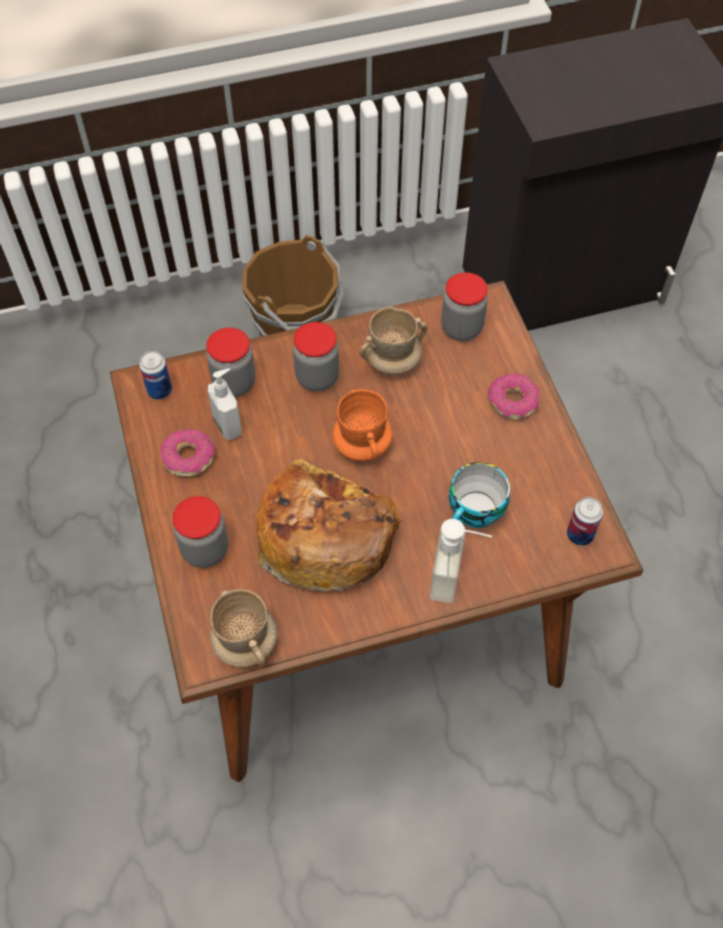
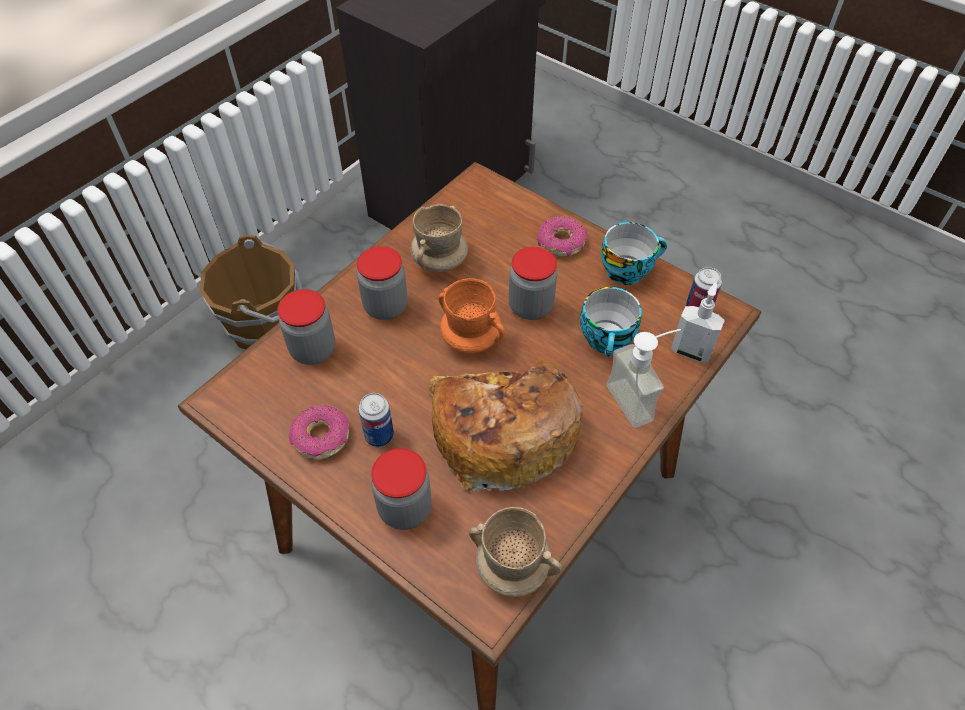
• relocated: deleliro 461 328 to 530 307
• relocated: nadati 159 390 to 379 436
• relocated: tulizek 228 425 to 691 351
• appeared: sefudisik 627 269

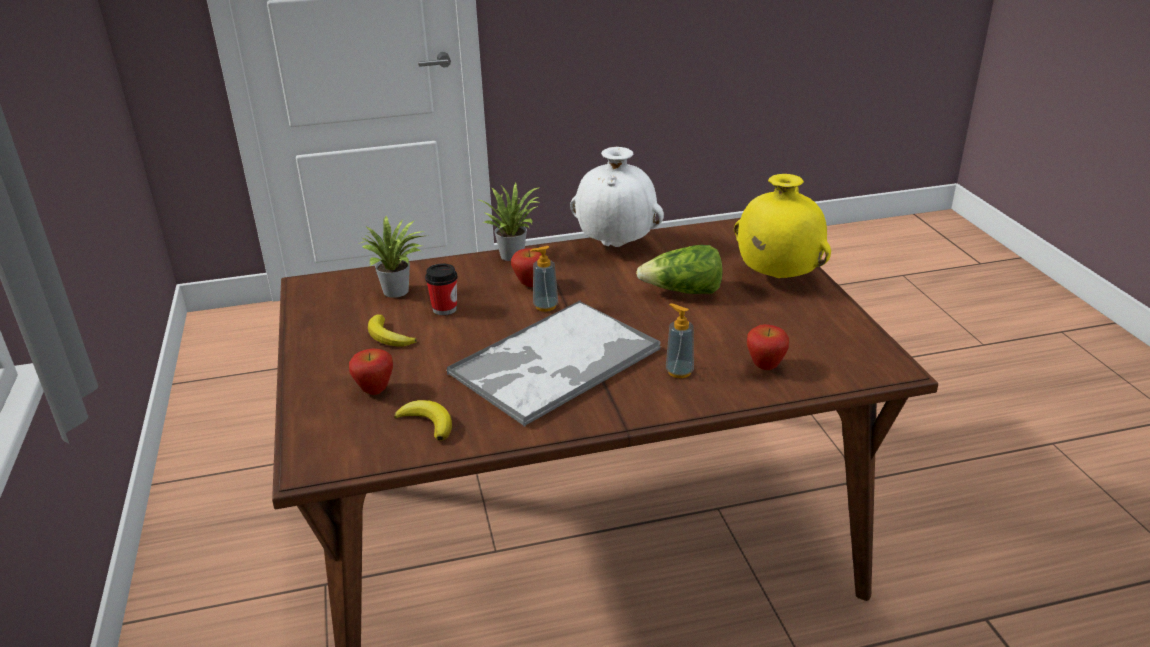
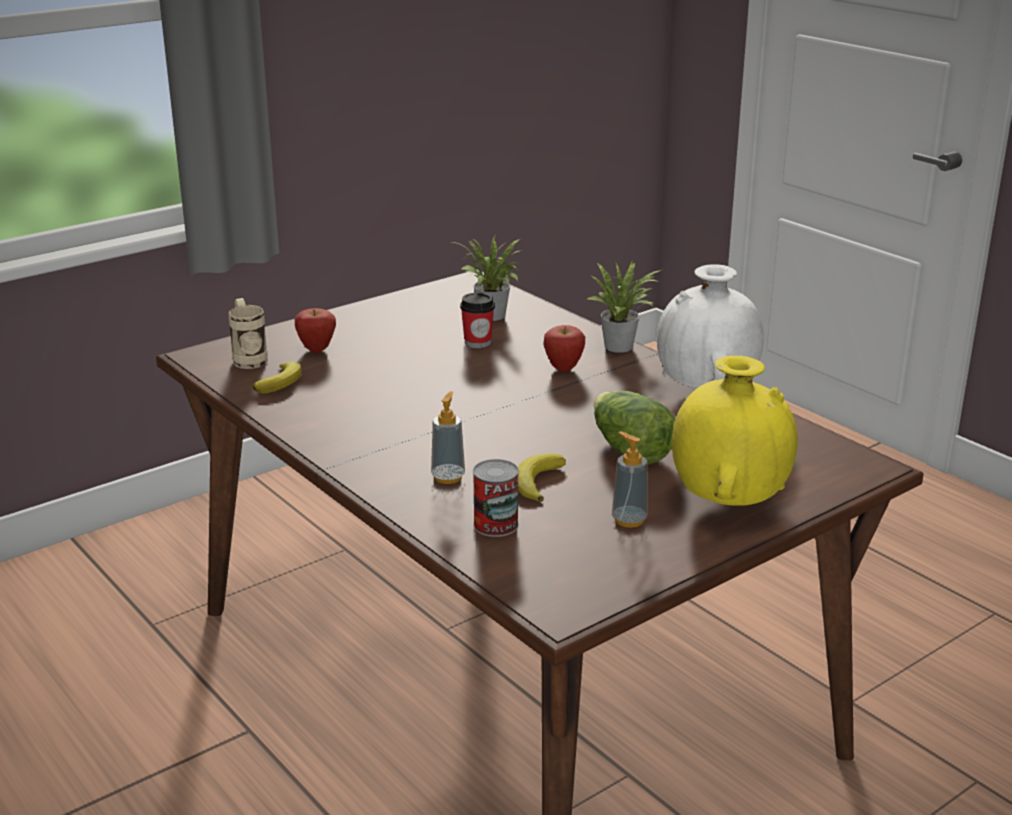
• relocated: tulizek 545 306 to 629 520
• missing: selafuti 553 363
• relocated: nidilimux 388 336 to 537 481
• exchanged: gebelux 765 367 to nadati 496 525
• appeared: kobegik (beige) 248 358

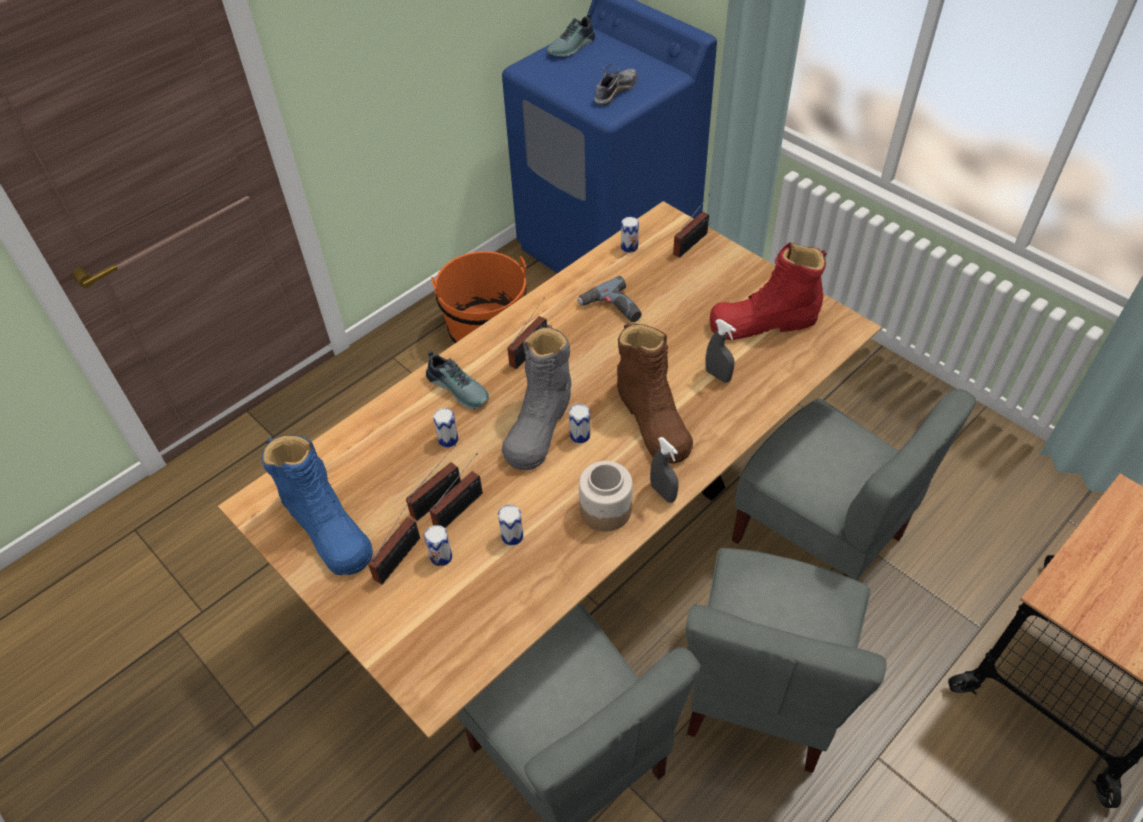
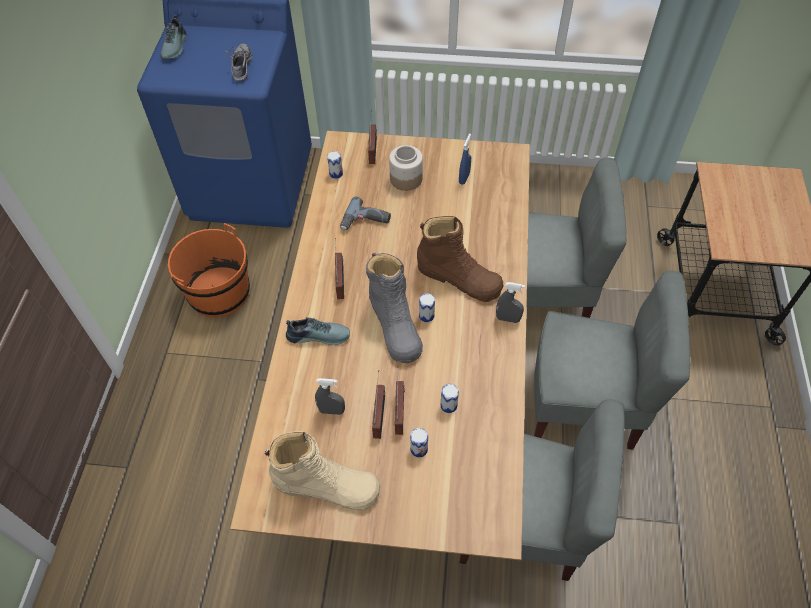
• exchanged: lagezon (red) 763 322 to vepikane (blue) 464 178
• relocated: vepikane (grey) 717 375 to 331 411
• missing: nadati 448 439
• colour: lagezon (blue) 327 529 to lagezon (beige) 327 486
• relocated: deleliro 605 509 to 405 179
• missing: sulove 400 556
• spun: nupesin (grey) 762 690 = 584 404 60 degrees counterclockwise

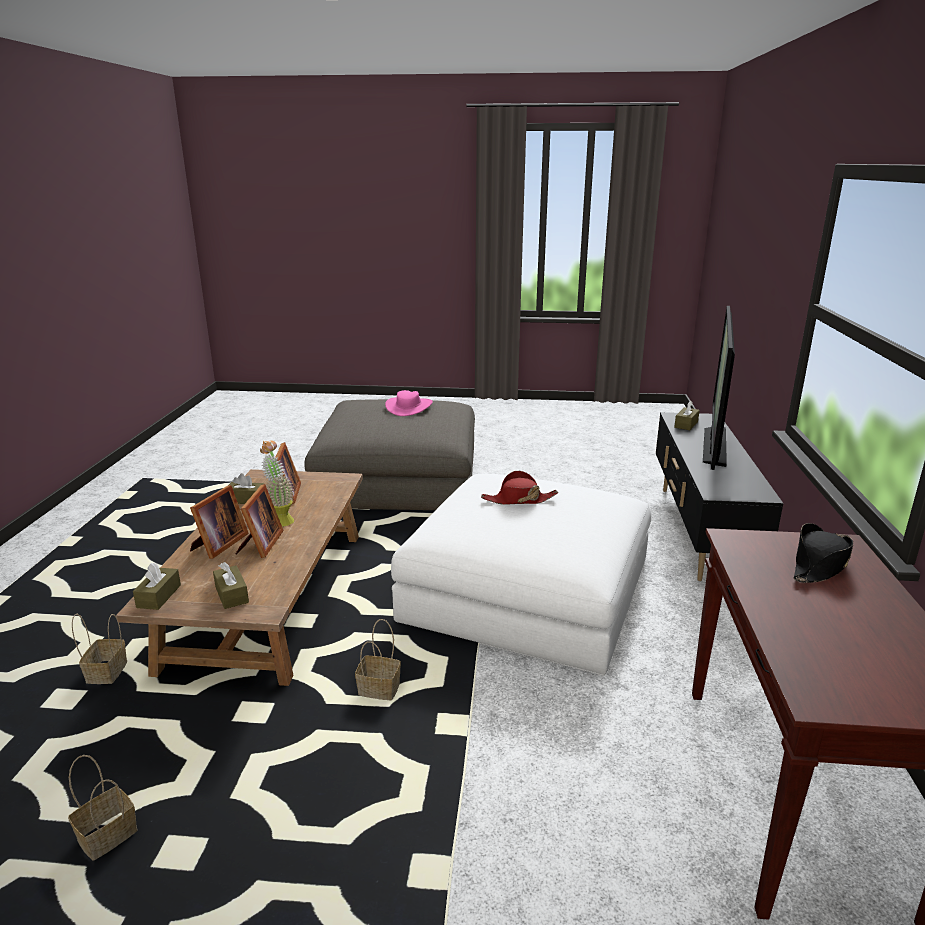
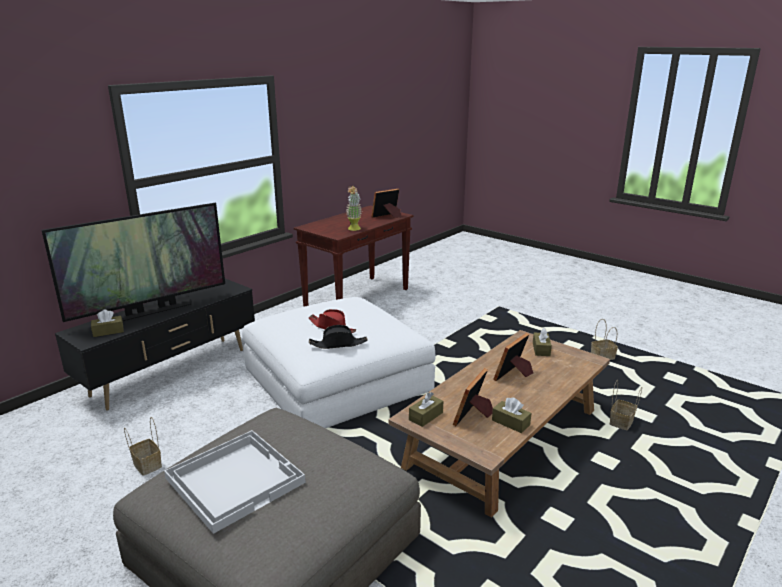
• exchanged: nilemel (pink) 409 407 to selafuti (white) 235 479
• relocated: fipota 280 519 to 354 230
• relocated: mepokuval 218 545 to 387 216
• relocated: nilemel (black) 820 564 to 338 344
• relocated: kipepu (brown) 159 596 to 426 416
• relocated: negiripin 380 689 to 146 465

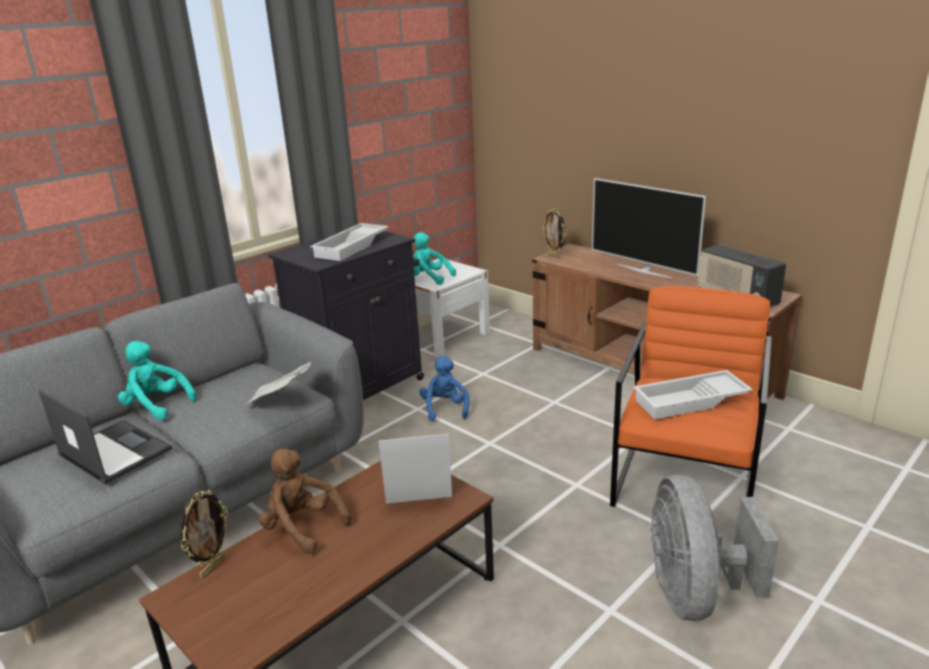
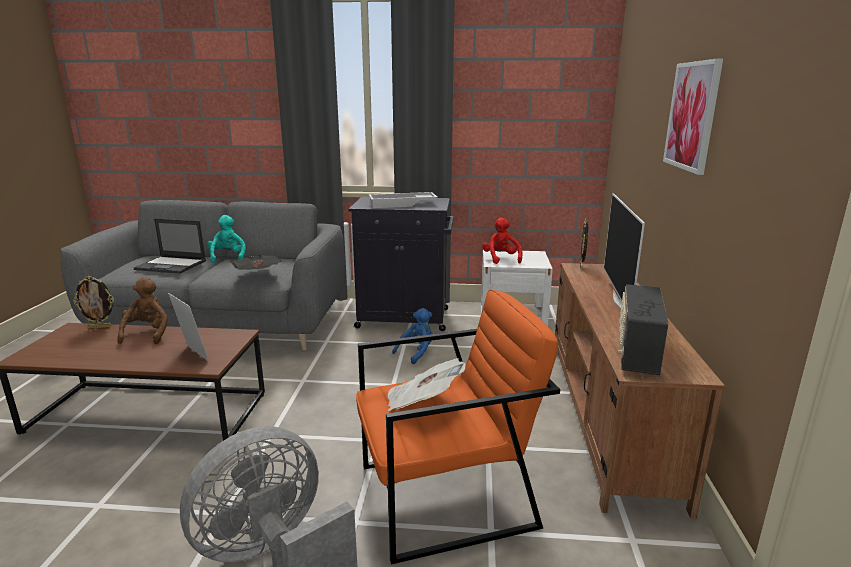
• colour: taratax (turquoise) 429 279 to taratax (red) 501 259
• exchanged: selafuti (white) 691 401 to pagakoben 422 403
• spun: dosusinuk 114 451 = 171 265 105 degrees clockwise
• appeared: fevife 692 116

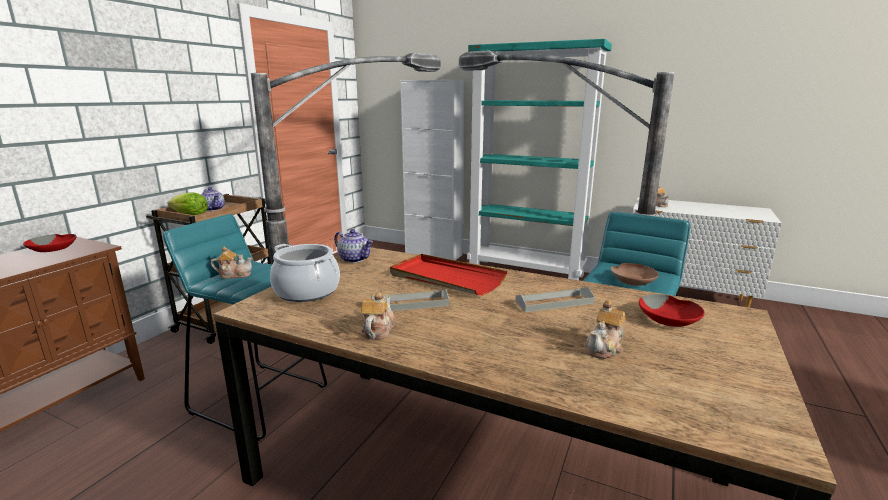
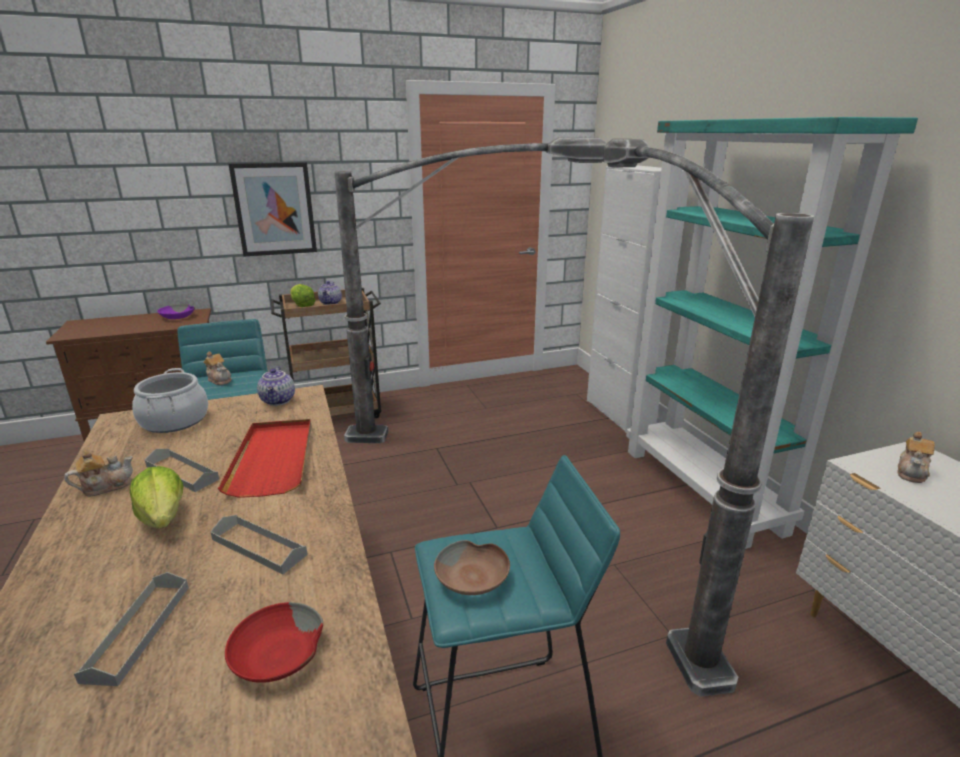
• colour: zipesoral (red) 53 248 to zipesoral (purple) 177 316
• exchanged: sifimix 604 348 to selafuti (grey) 138 631
• appeared: fevife 274 209
• appeared: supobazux 163 517

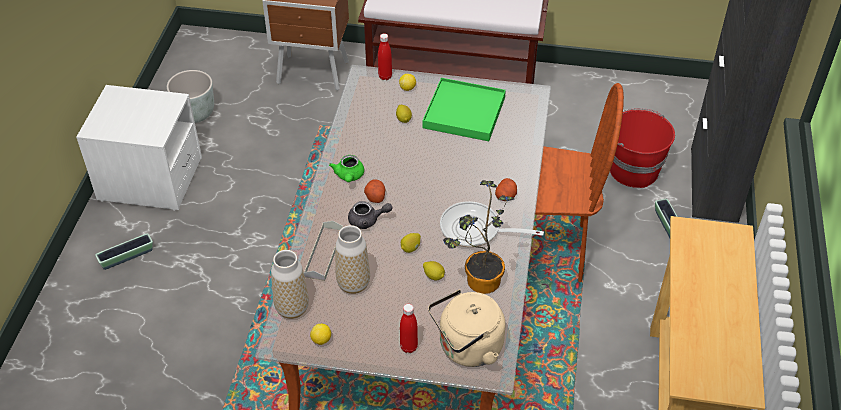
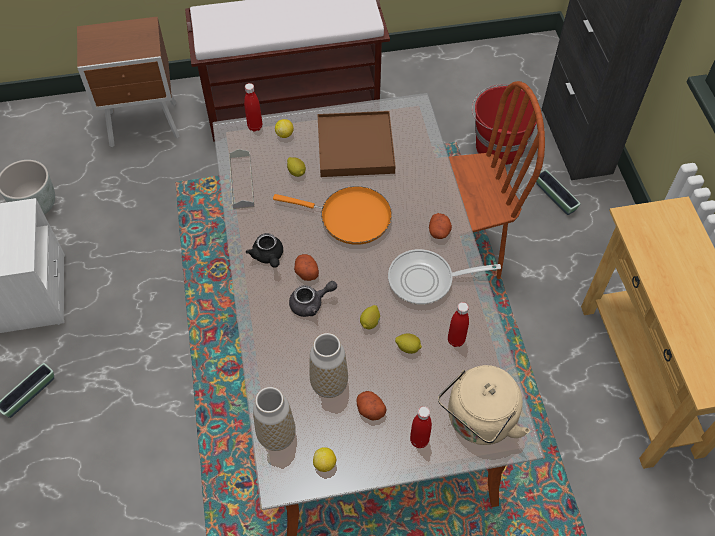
• colour: selafuti (green) 464 112 to selafuti (brown) 355 147
• colour: sifimix (green) 349 176 to sifimix (black) 268 257
• exchanged: fipota 478 282 to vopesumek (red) 456 340
• relocated: selafuti (grey) 324 253 to 241 181
• appeared: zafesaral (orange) 350 217
• appeared: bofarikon 370 409

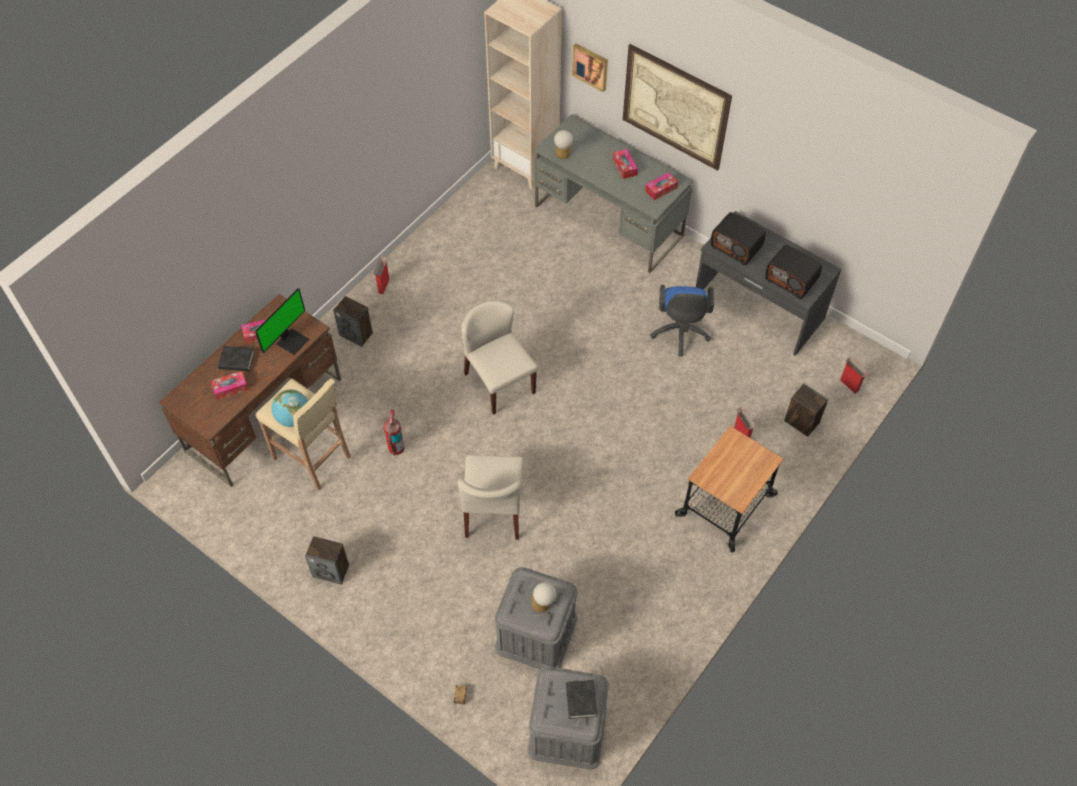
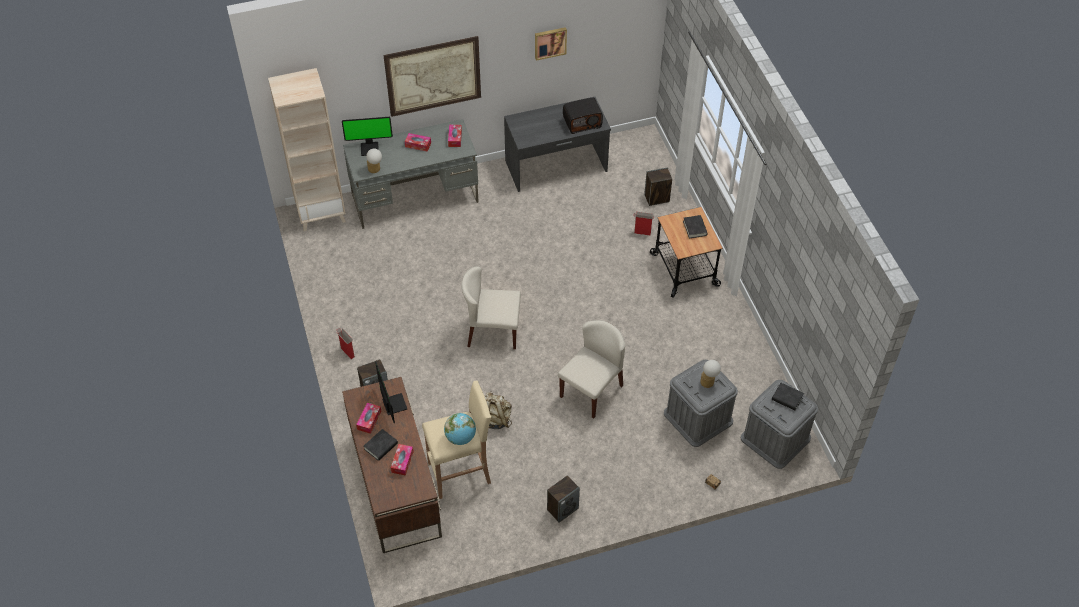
• relocated: fevife 591 66 to 550 42
• missing: sulove 736 247
• missing: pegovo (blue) 680 334
• missing: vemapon 849 385
• exchanged: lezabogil 396 448 to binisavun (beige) 495 419
• spun: nupesin (beige) 494 511 = 591 390 90 degrees counterclockwise
• appeared: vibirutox 370 148
• appeared: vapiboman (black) 695 228

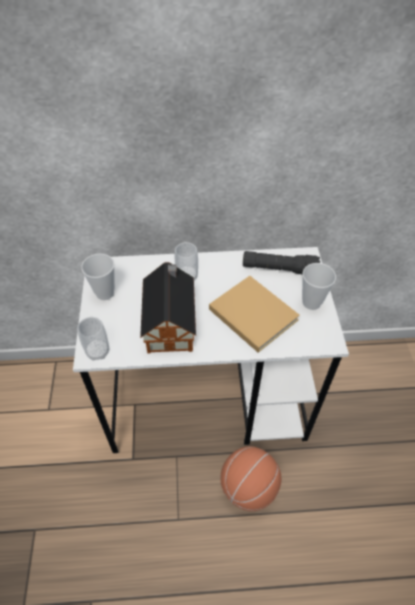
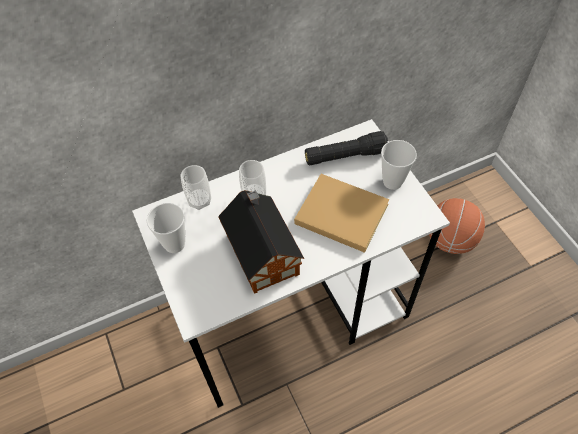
• relocated: sefudisik 98 351 to 199 200
• relocated: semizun 249 487 to 450 239

